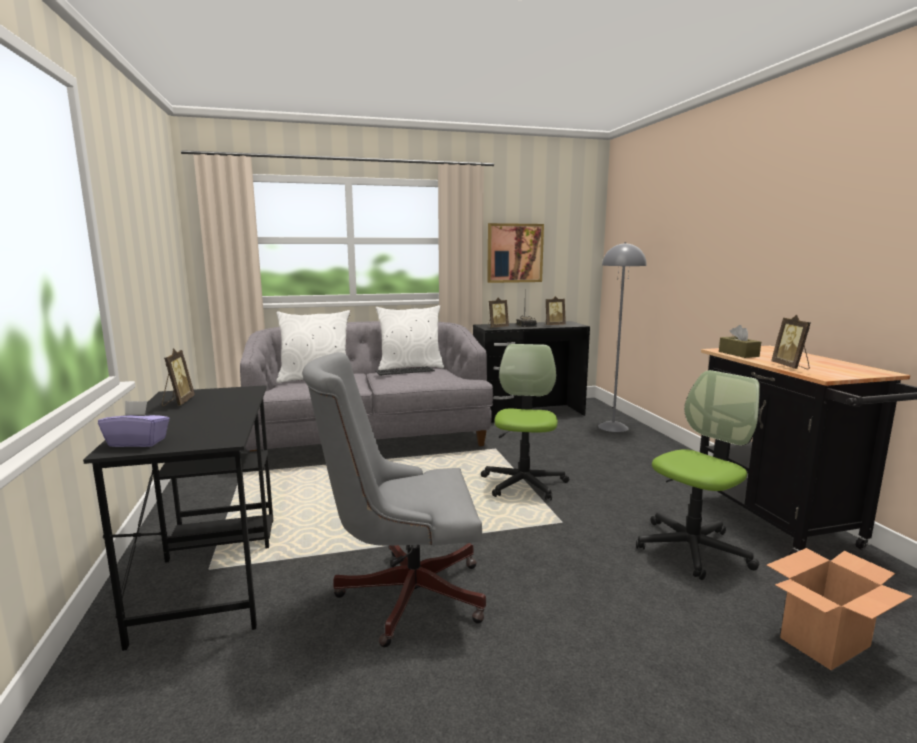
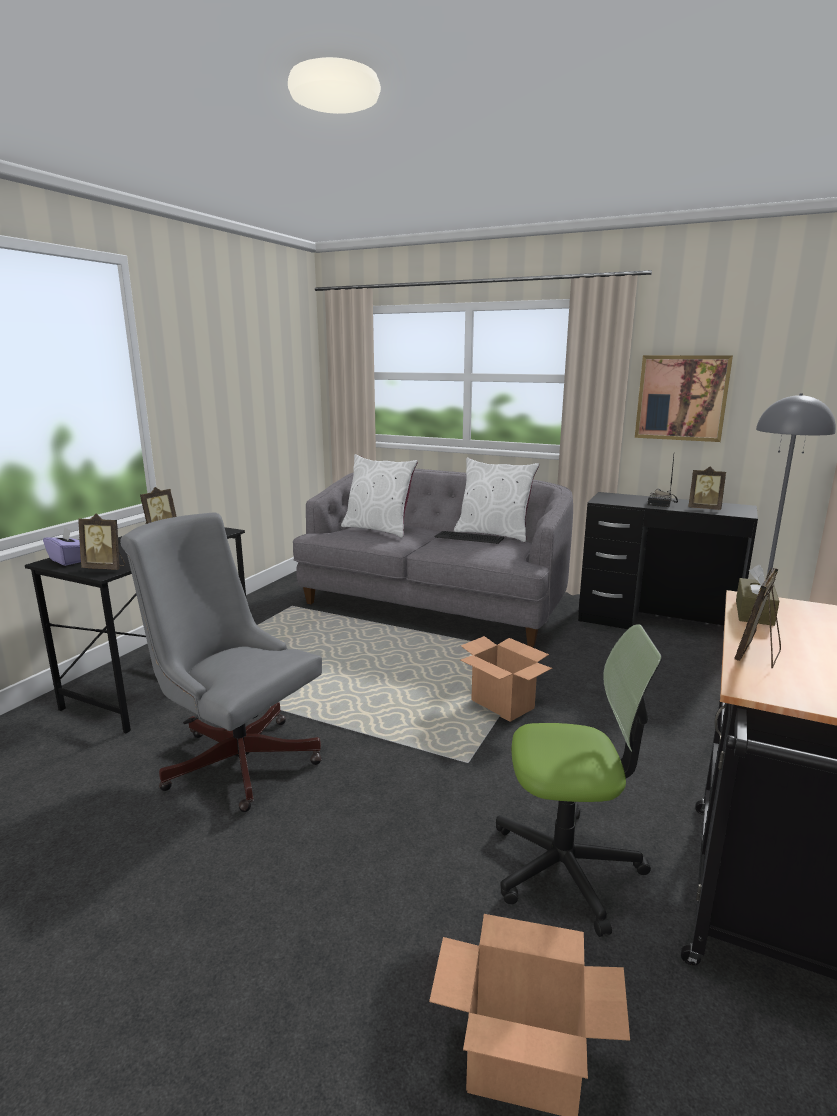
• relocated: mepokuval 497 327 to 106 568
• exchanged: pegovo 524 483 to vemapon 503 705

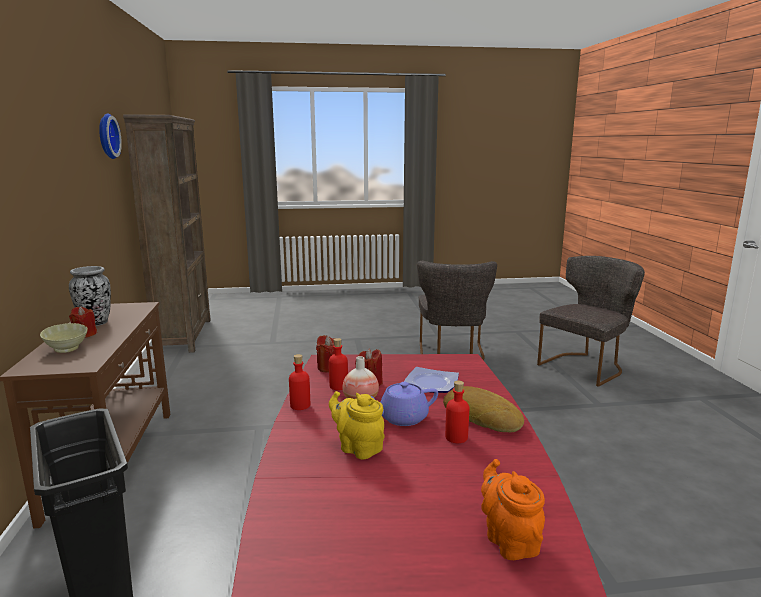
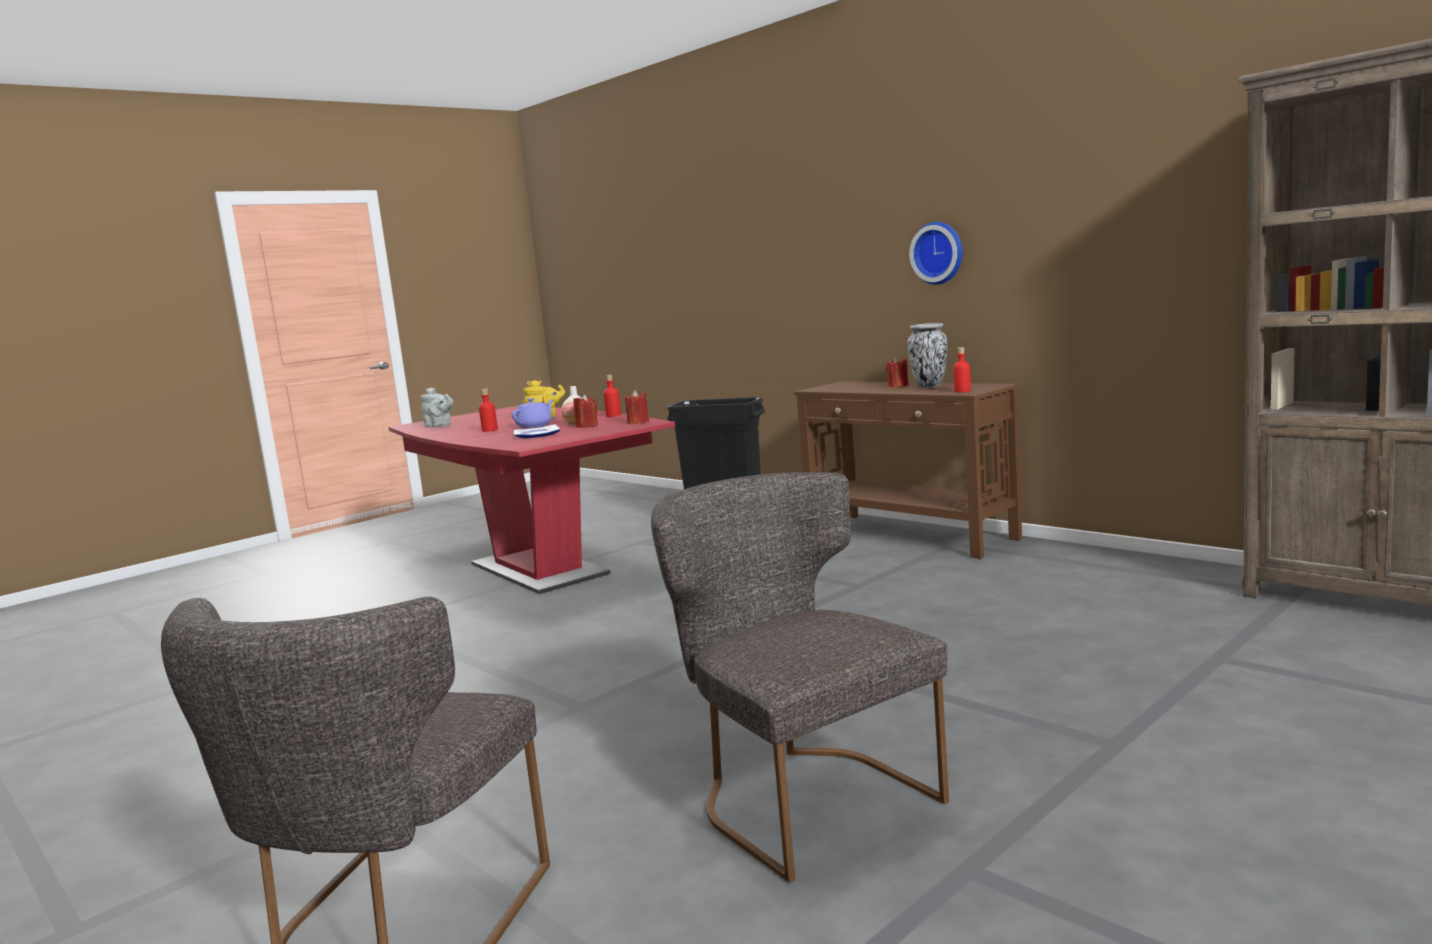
• relocated: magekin 106 136 to 939 253
• missing: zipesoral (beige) 66 349
• relocated: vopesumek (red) 338 386 to 962 391
• missing: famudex 482 416
• colour: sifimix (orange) 509 540 to sifimix (grey) 439 426

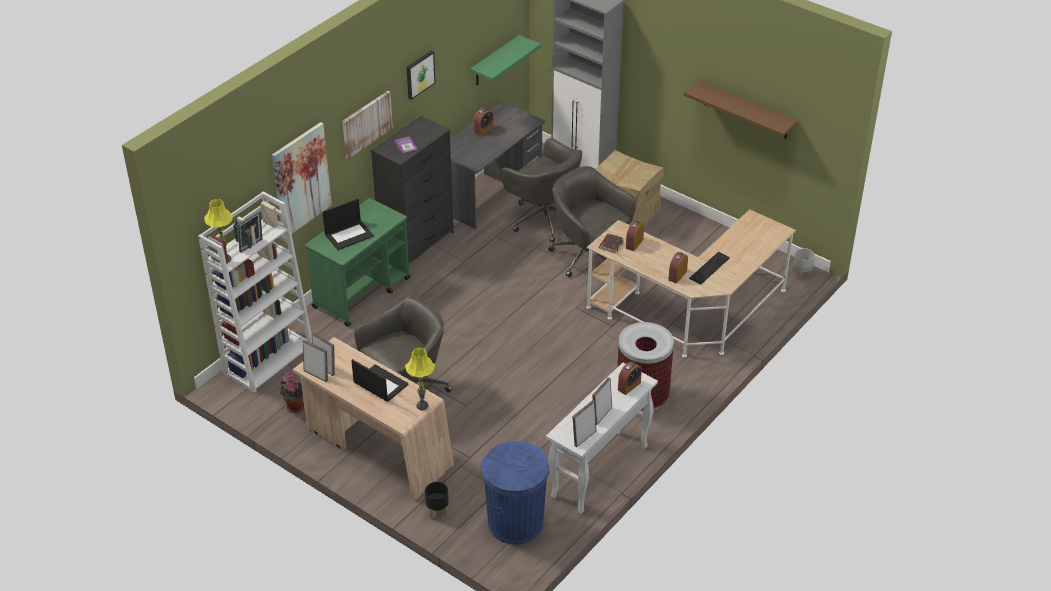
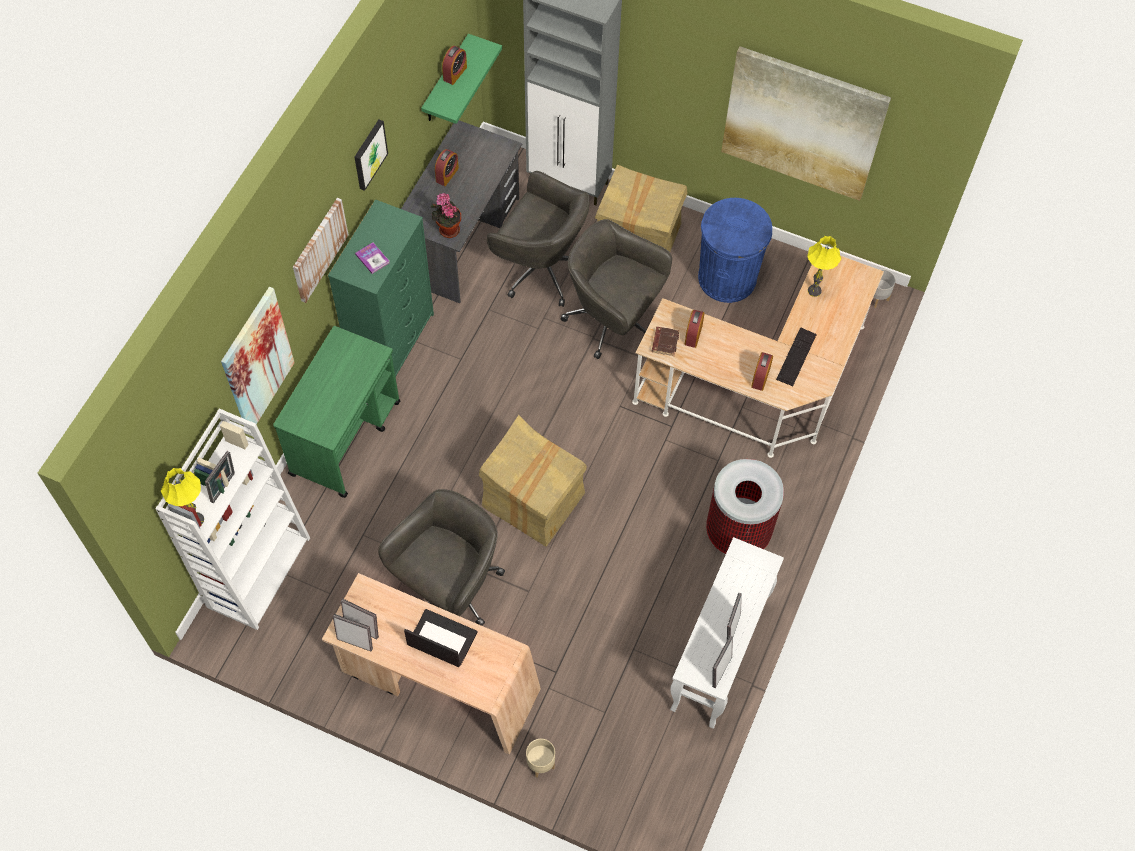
• exchanged: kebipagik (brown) 746 110 to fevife 802 123
• colour: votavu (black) 417 242 to votavu (green) 392 340
• missing: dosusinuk 349 235
• relocated: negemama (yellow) 422 406 to 814 291
• relocated: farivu 629 386 to 455 73
• relocated: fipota 294 406 to 447 229
• relocated: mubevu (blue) 516 522 to 727 278
• colour: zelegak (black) 437 511 to zelegak (beige) 540 764
• appeared: vemapon 533 499

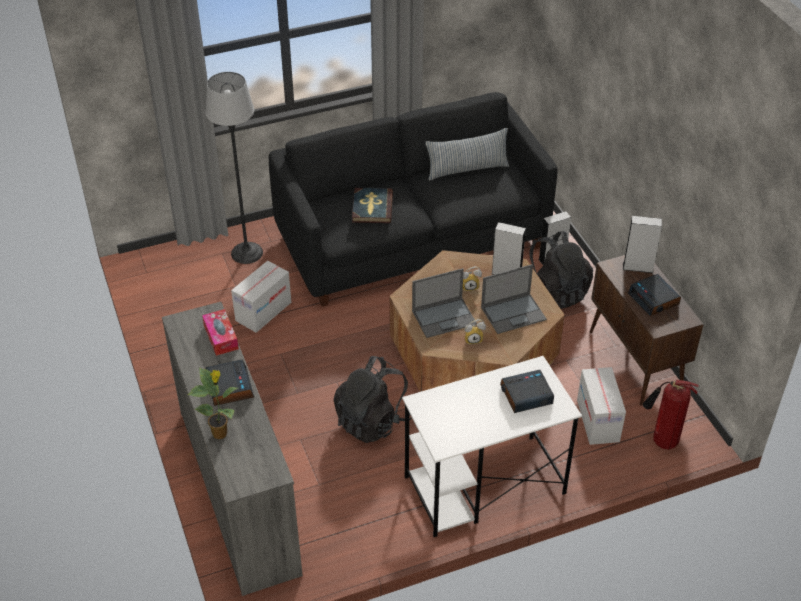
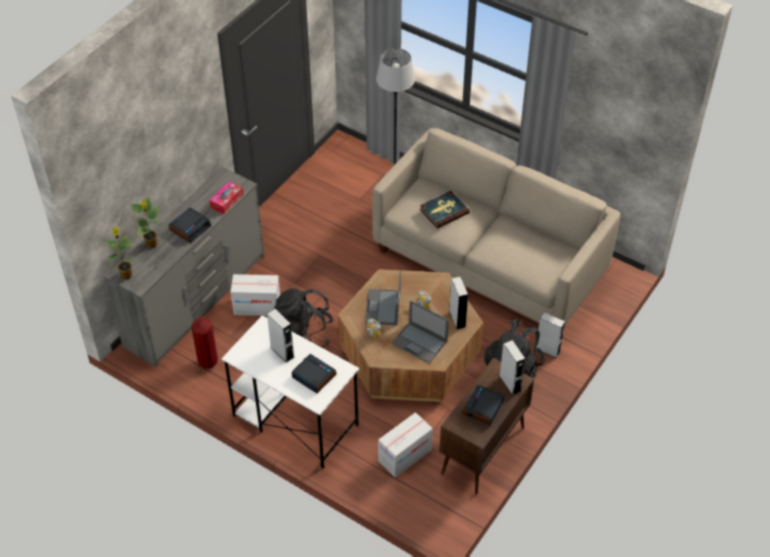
• colour: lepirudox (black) 412 239 to lepirudox (beige) 490 261
• missing: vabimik 467 169
• relocated: vemapon 263 311 to 257 306
• spun: dosusinuk 444 317 = 383 308 60 degrees clockwise
• relocated: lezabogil 661 441 to 207 360
• appeared: fipota 126 275
• appeared: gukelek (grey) 282 352

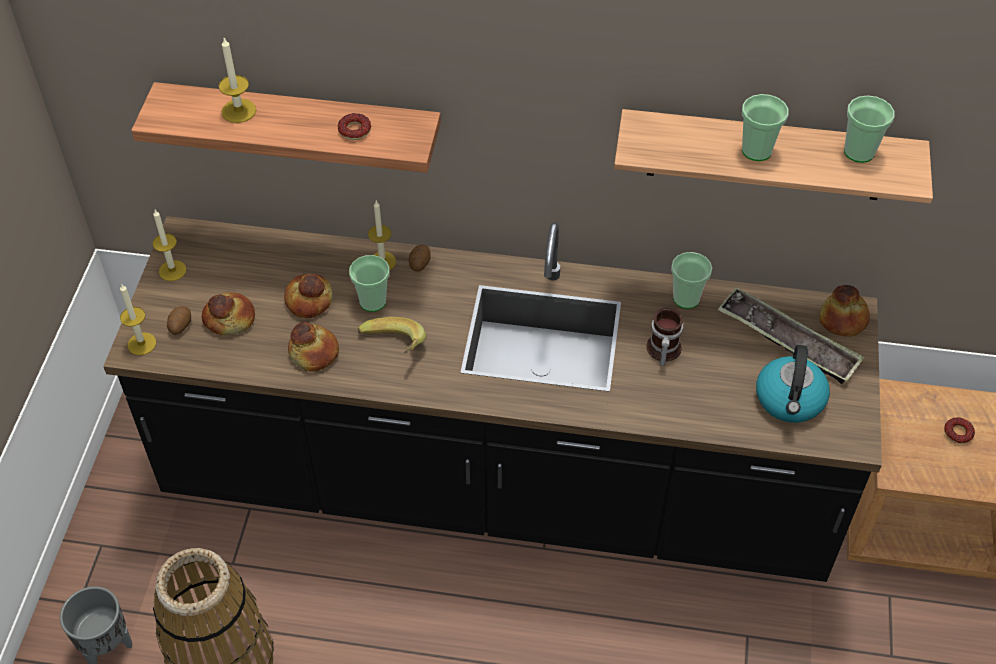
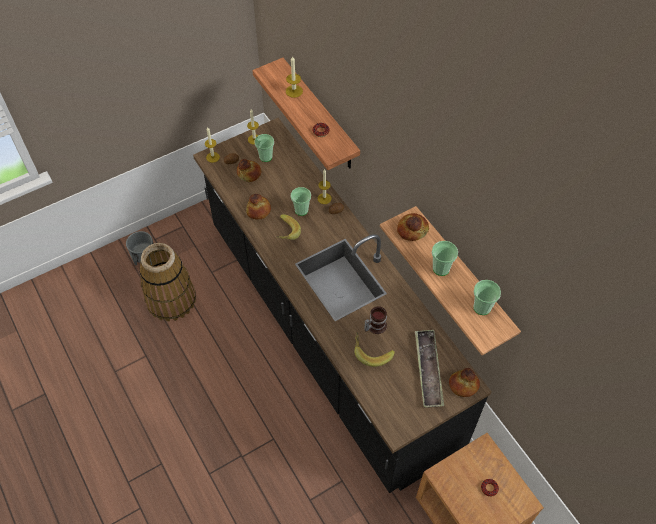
• relocated: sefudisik 686 298 to 265 157
• relocated: famudex 308 300 to 412 229
• missing: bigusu 790 400
• appeared: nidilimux 371 352

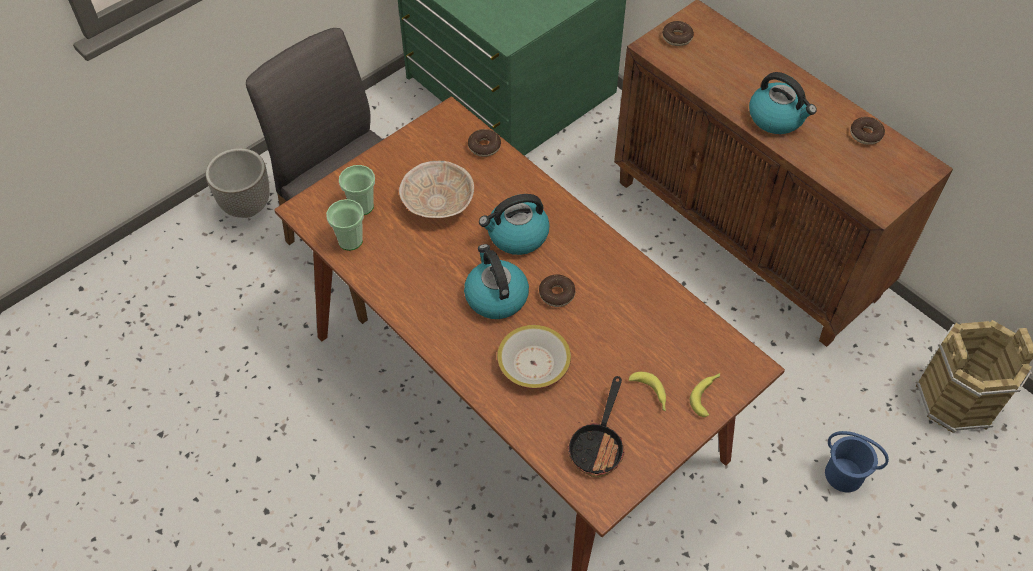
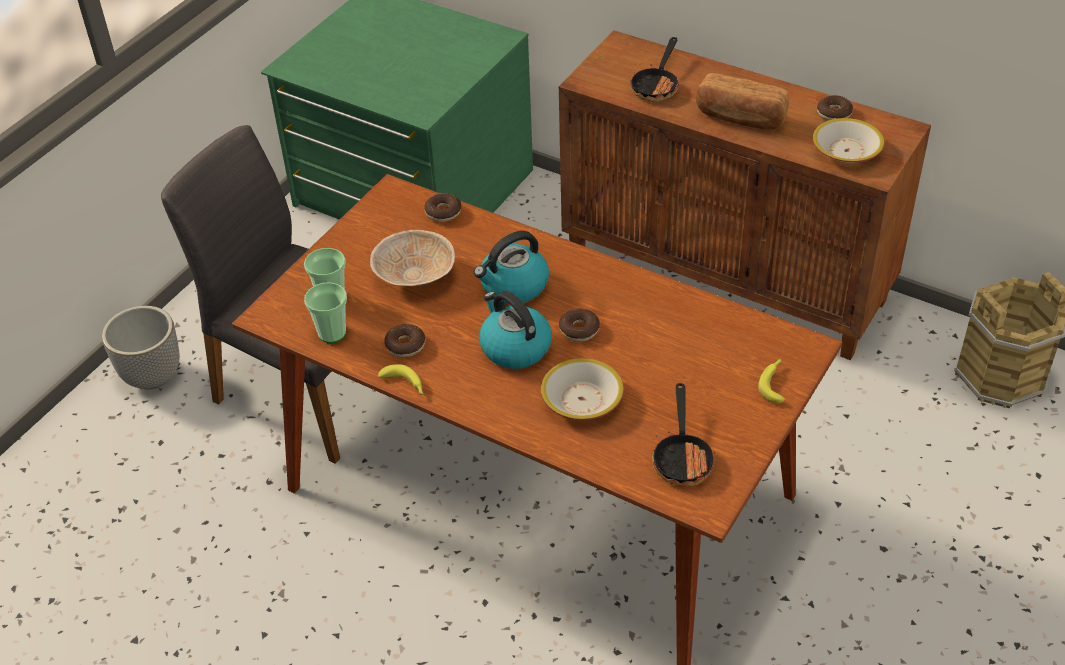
• relocated: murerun 677 37 to 405 345
• exchanged: bigusu 777 118 to famudex 740 117
• relocated: nidilimux 650 394 to 405 385
• missing: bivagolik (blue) 844 474
• appeared: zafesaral 657 85
• appeared: zipesoral 846 151

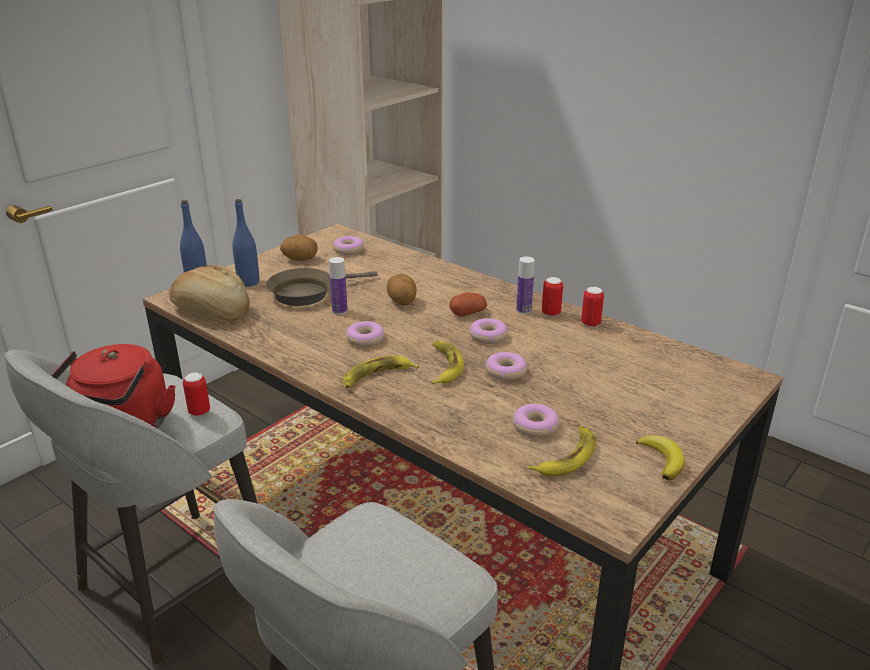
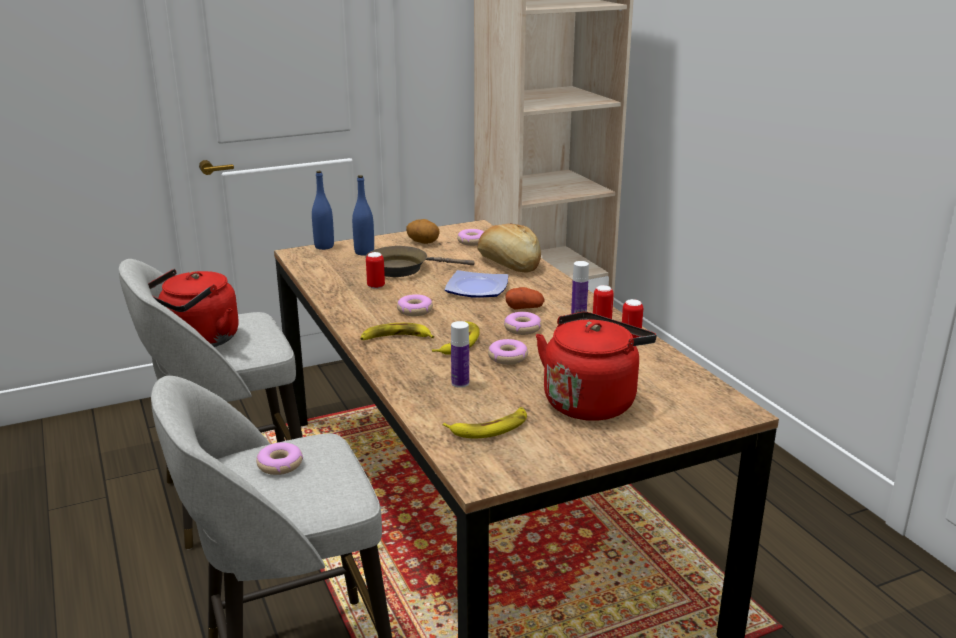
• relocated: vopesumek 339 311 to 460 383
• relocated: famudex 212 312 to 509 264
• exchanged: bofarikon 402 302 to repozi 475 289
• relocated: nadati 199 412 to 376 286
• relocated: murerun 535 426 to 280 465
• missing: nidilimux 662 460
• appeared: bigusu (red) 591 401

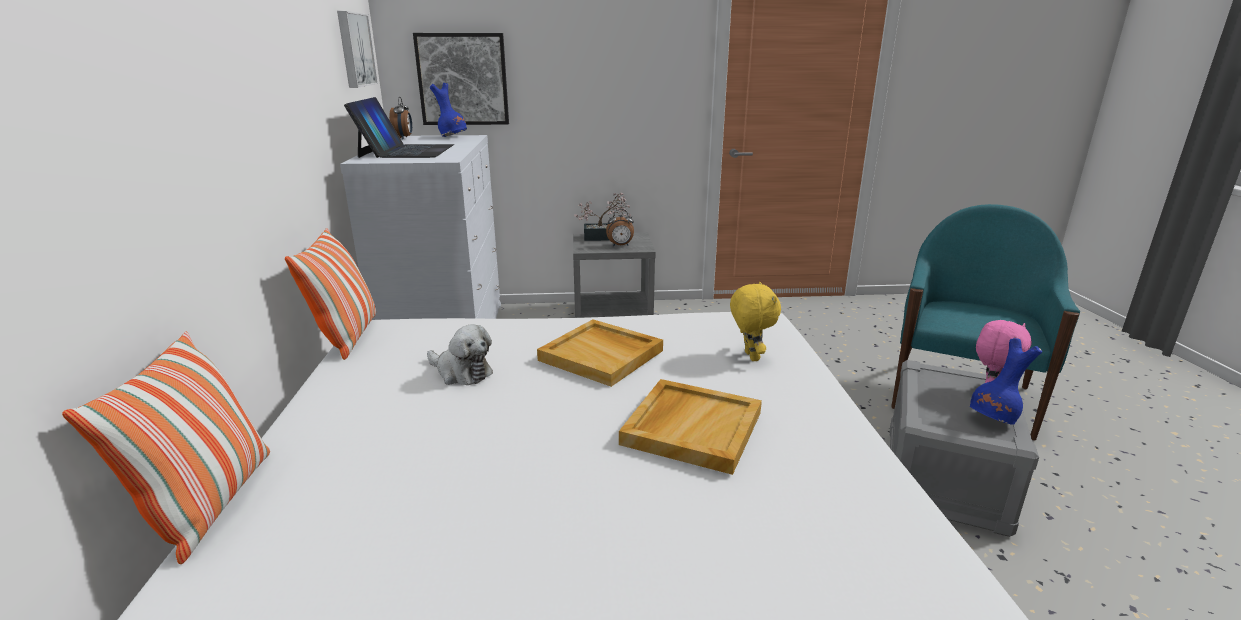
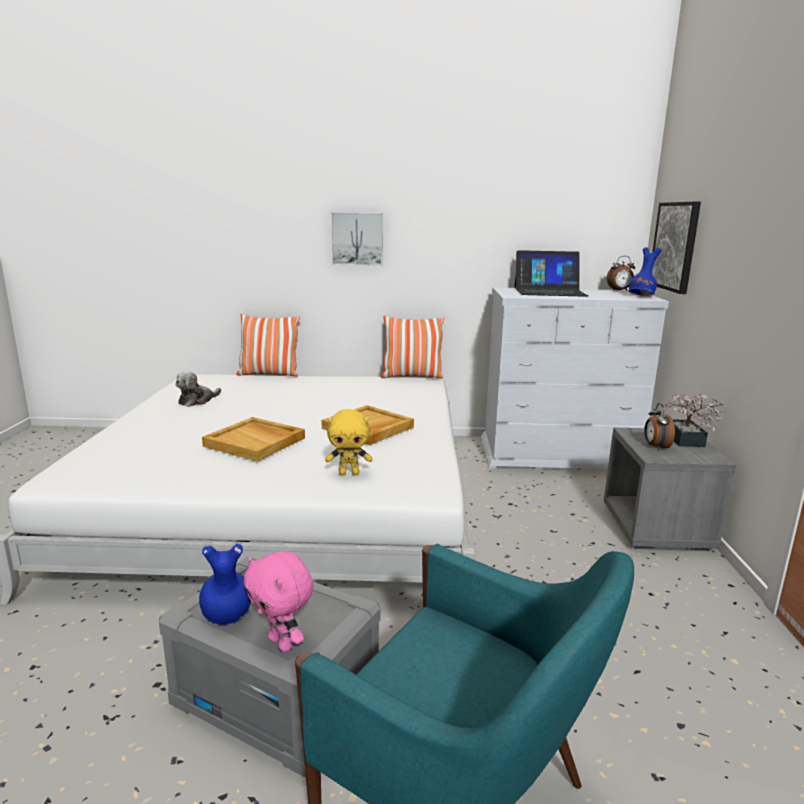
• relocated: fevife 354 49 to 357 239
• relocated: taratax 461 372 to 197 401

